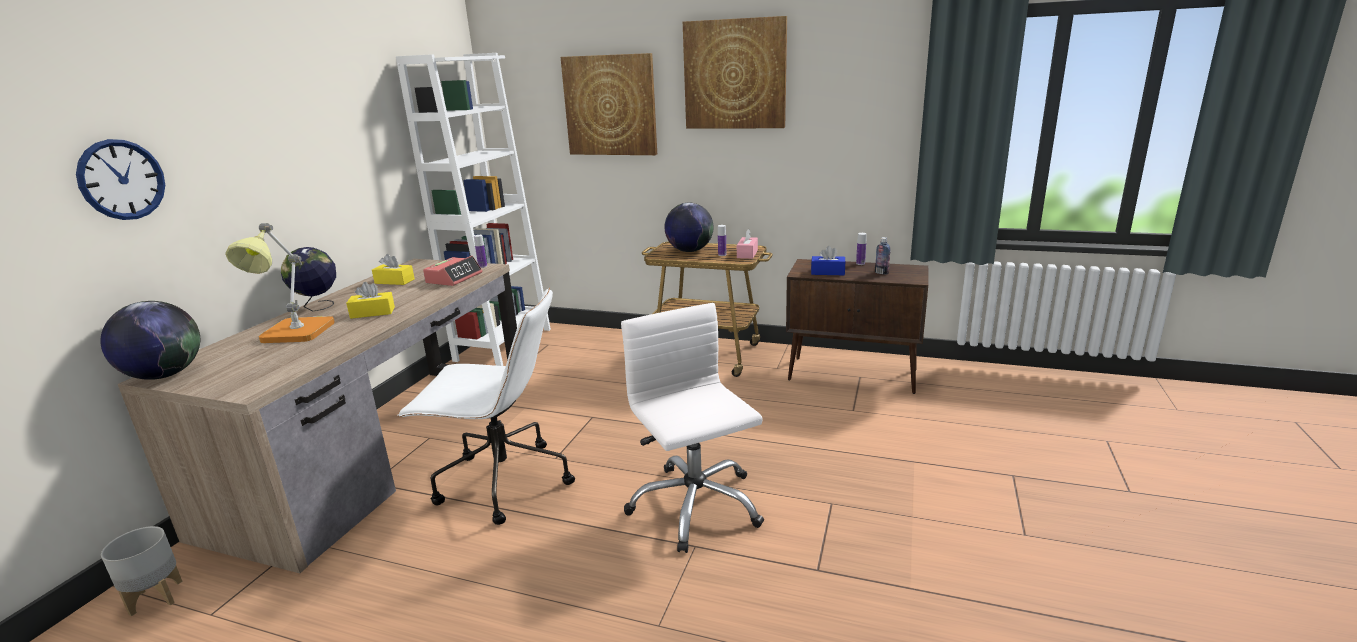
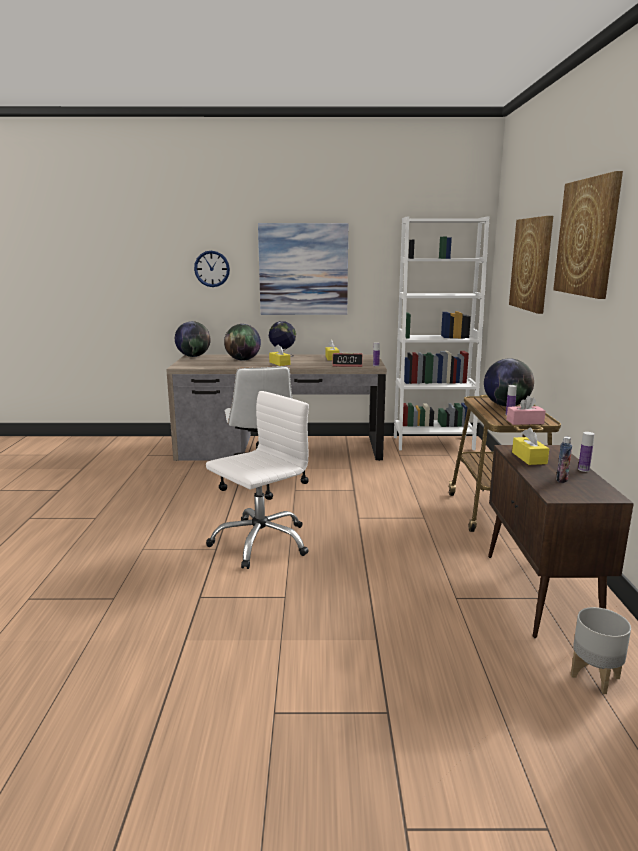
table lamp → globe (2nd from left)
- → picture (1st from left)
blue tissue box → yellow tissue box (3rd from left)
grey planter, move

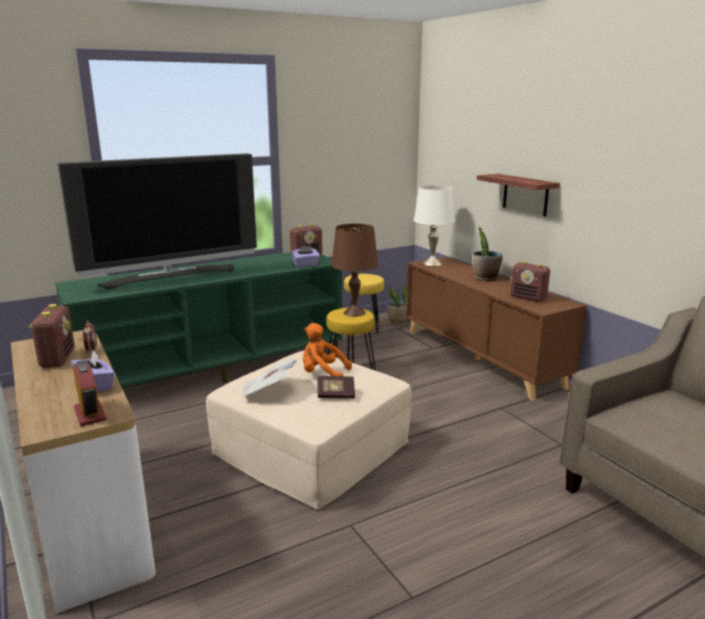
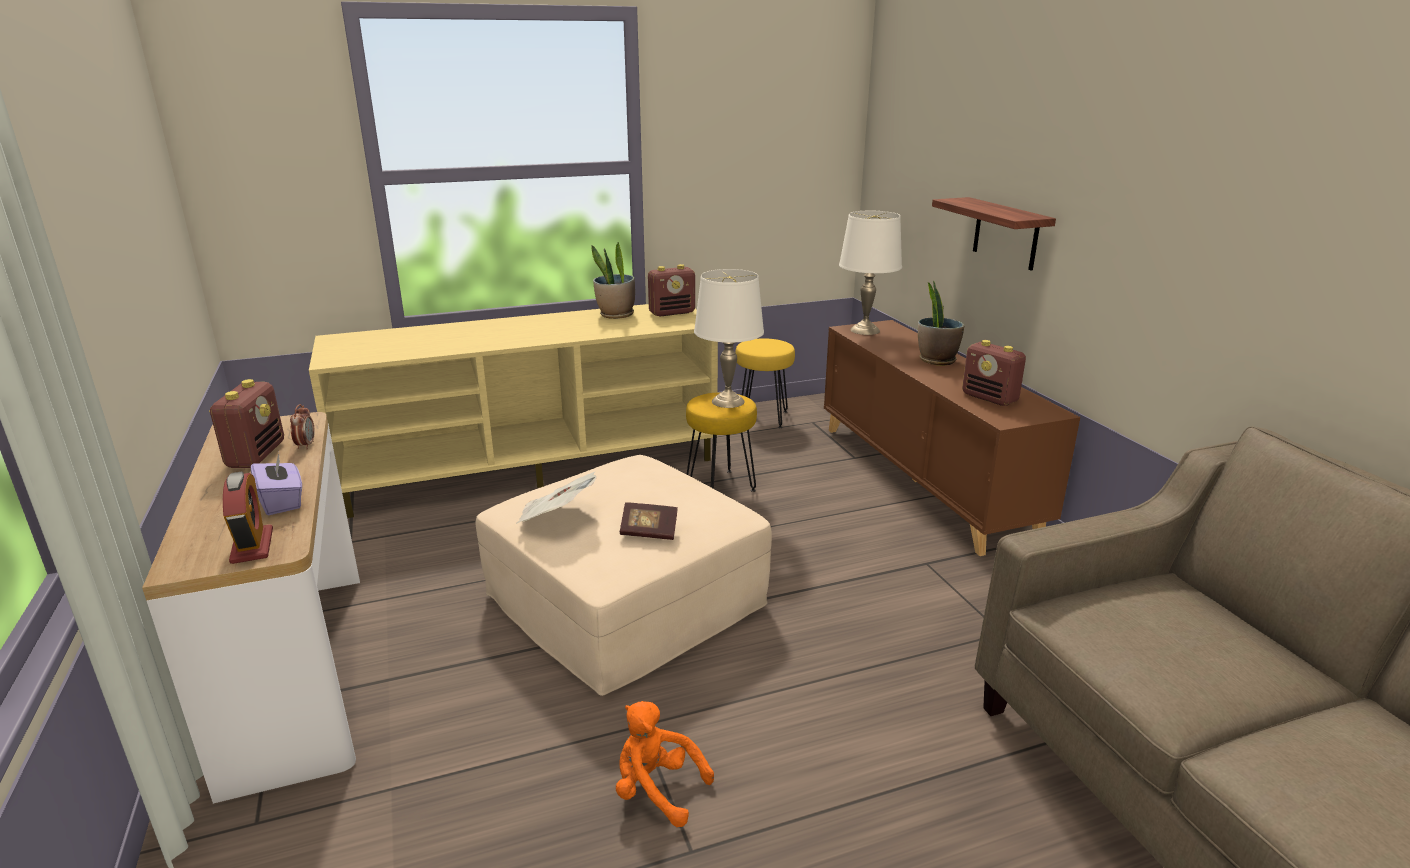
green tv stand → beige tv stand
potted plant (1st from left), move
orange plush toy, move
brown table lamp → white table lamp (1st from left)
television → -
purple tissue box (2nd from left) → -

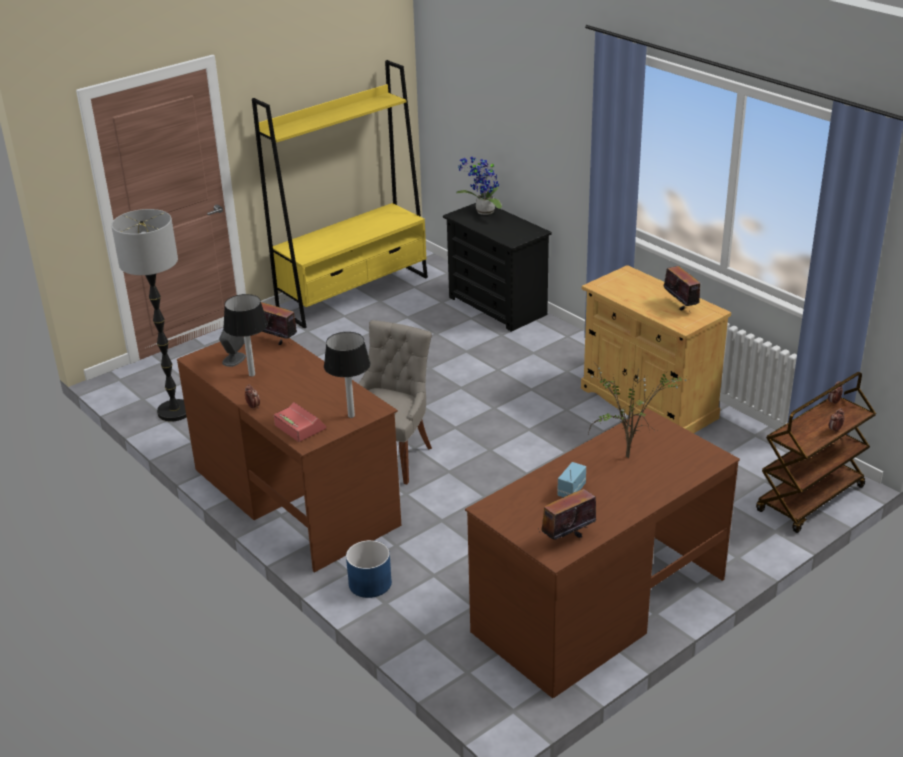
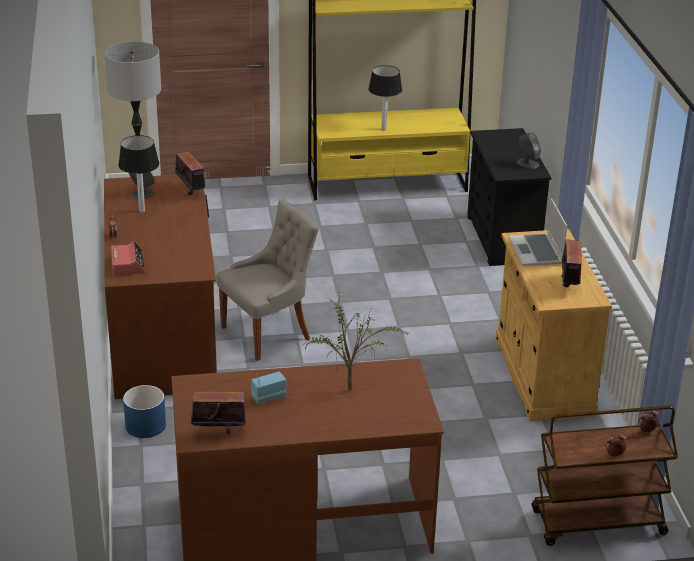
table lamp (2nd from left), move
- → laptop
- → grey speaker (2nd from left)
potted plant (1st from left) → -

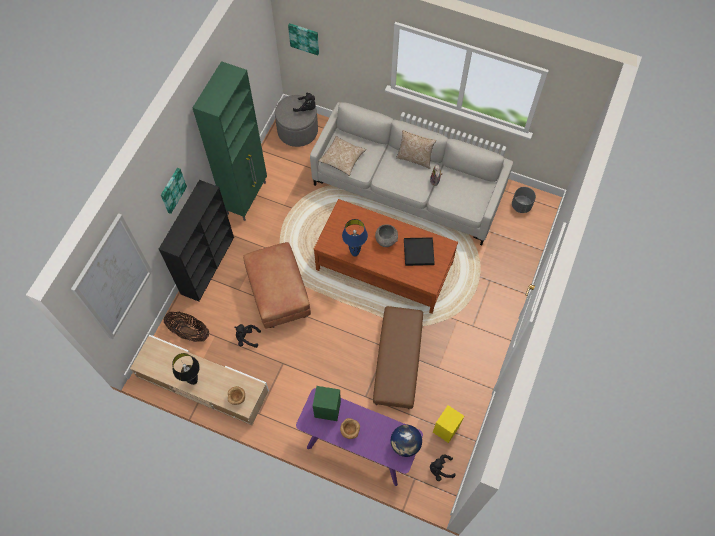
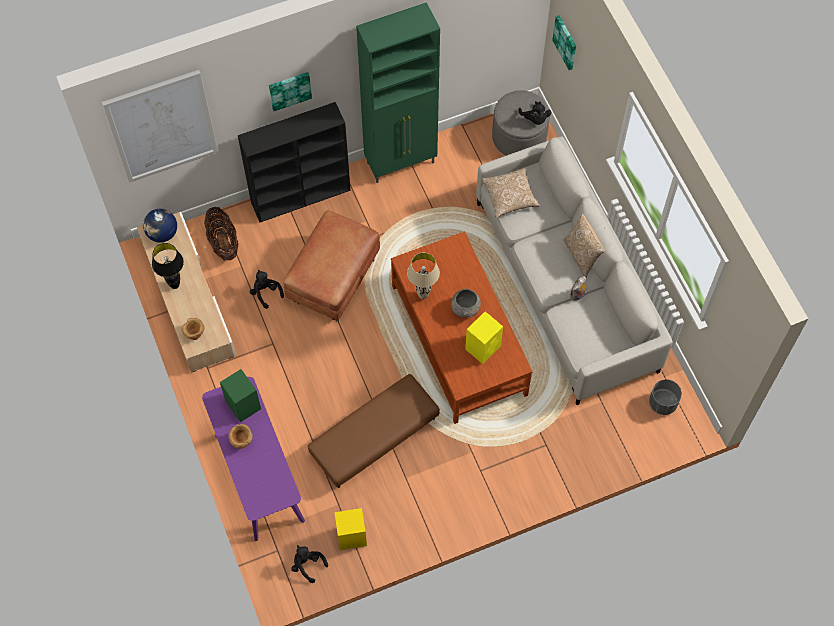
globe, move
blue table lamp → beige table lamp
black tray → yellow speaker (2nd from left)

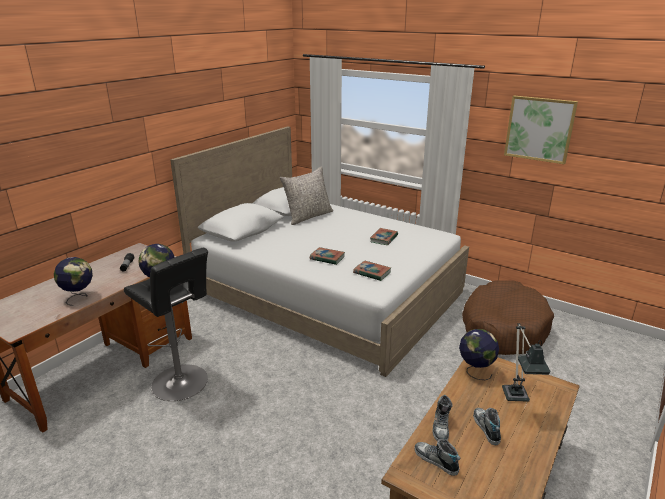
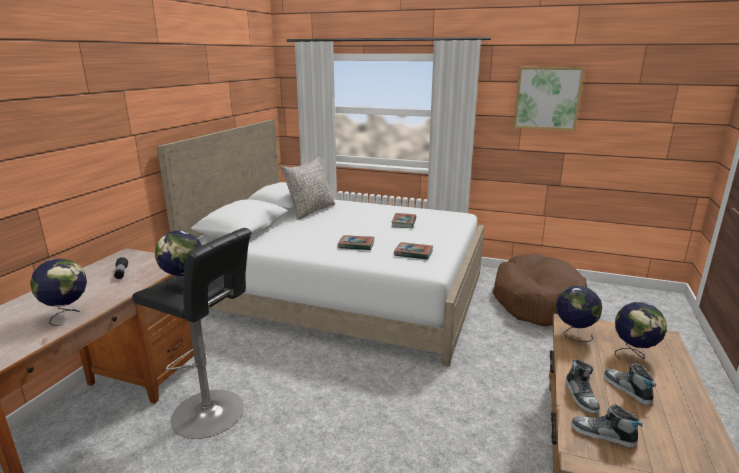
table lamp → globe (4th from left)

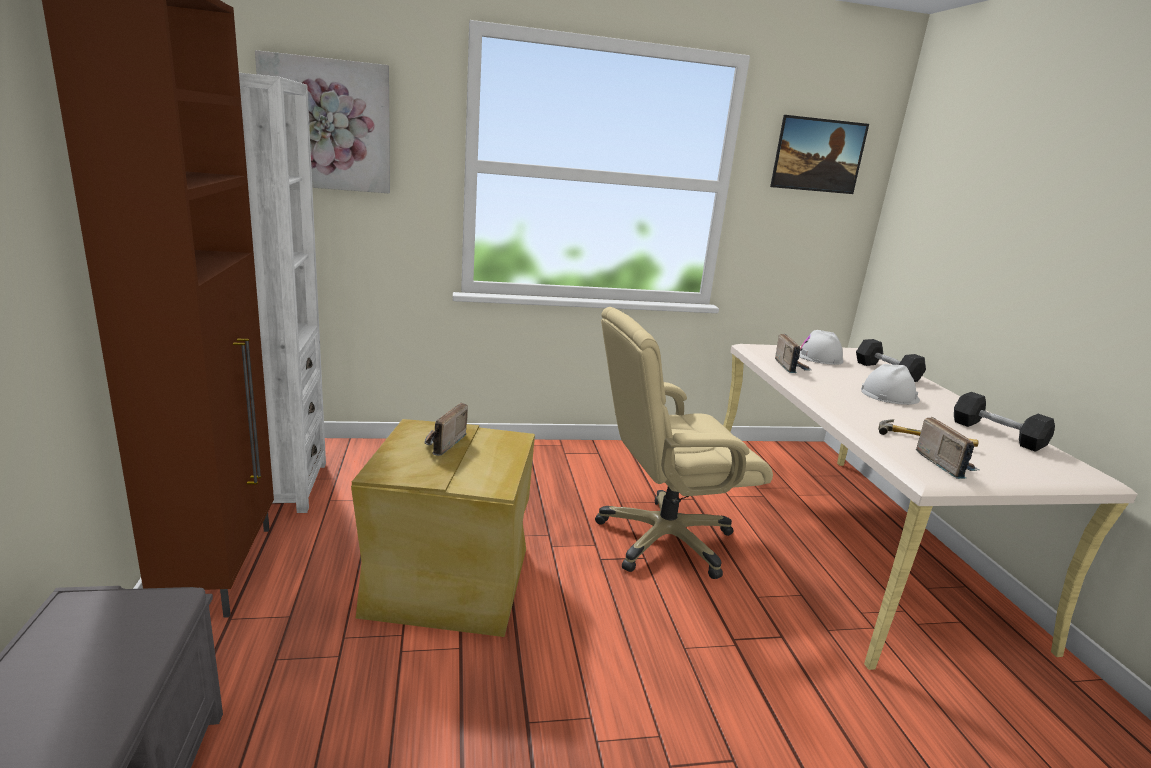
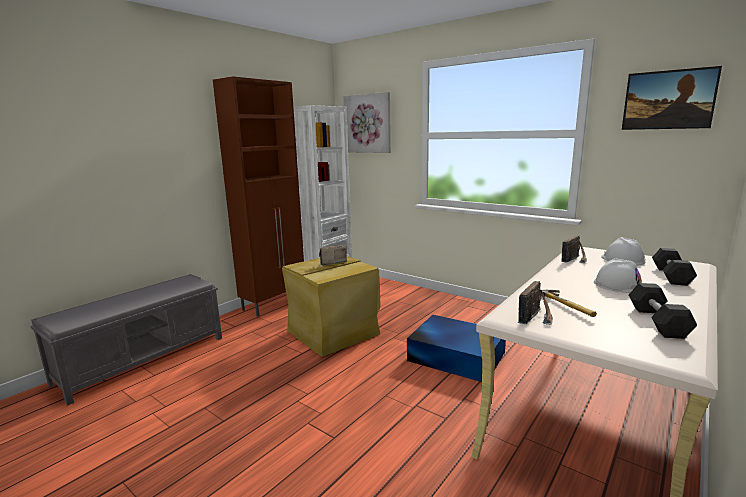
beige office chair → blue storage box

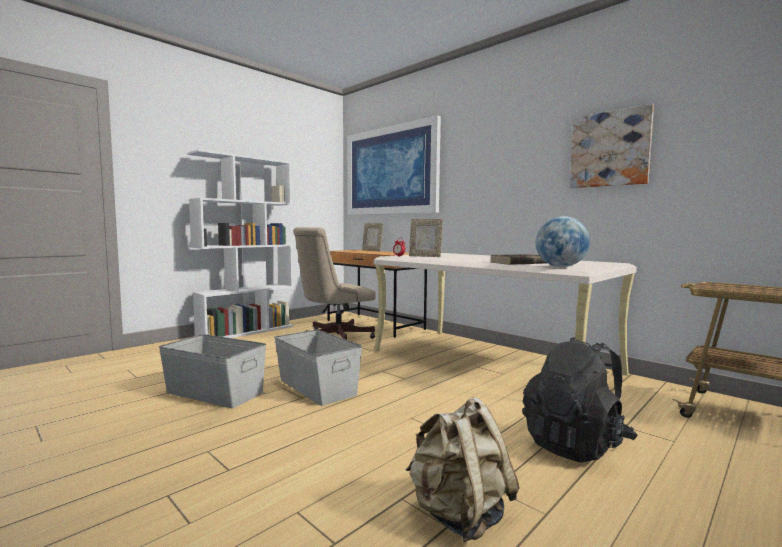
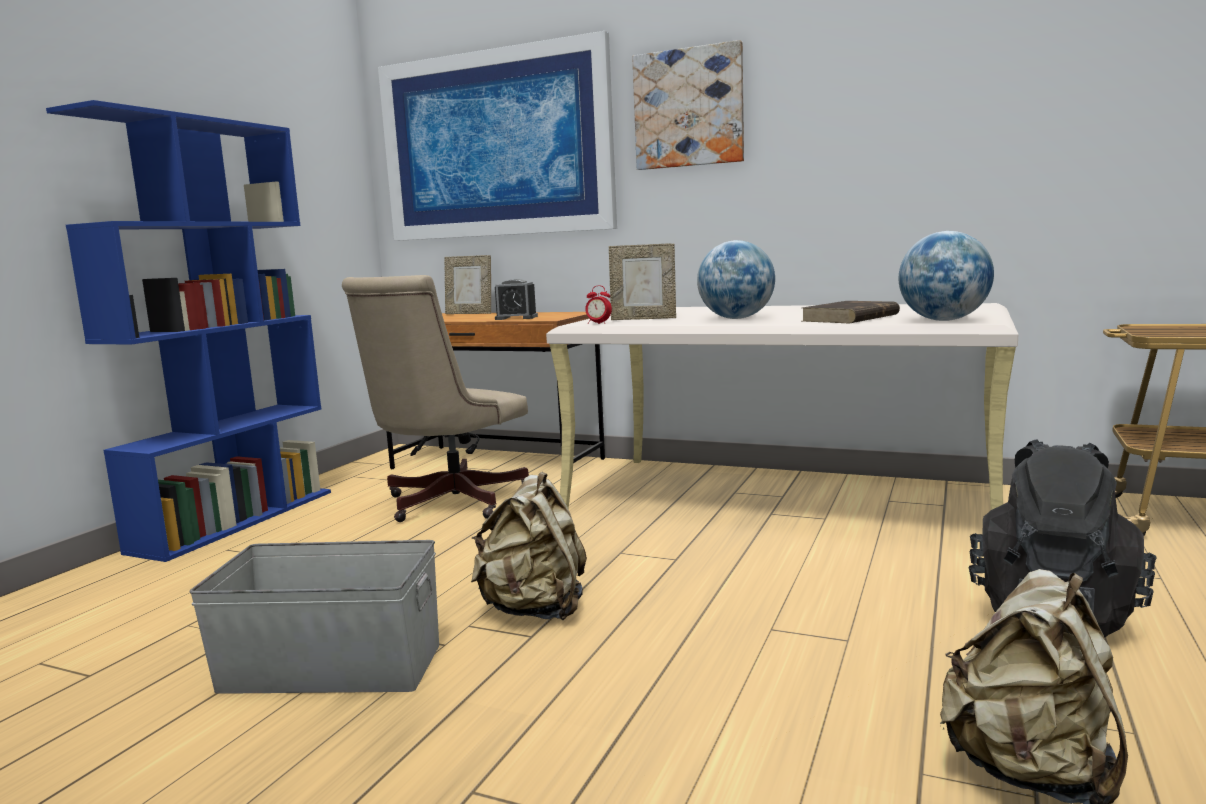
white bookcase → blue bookcase
grey storage box (2nd from left) → beige backpack (1st from left)
- → alarm clock (1st from left)
picture (2nd from left), move
- → globe (1st from left)

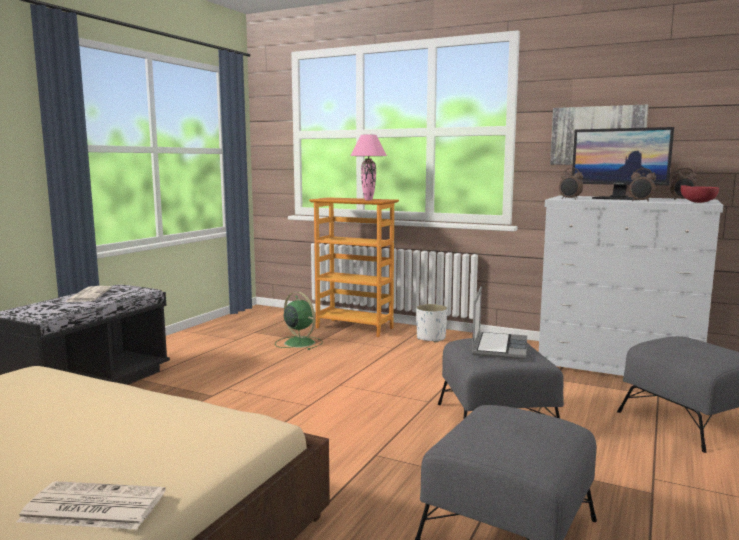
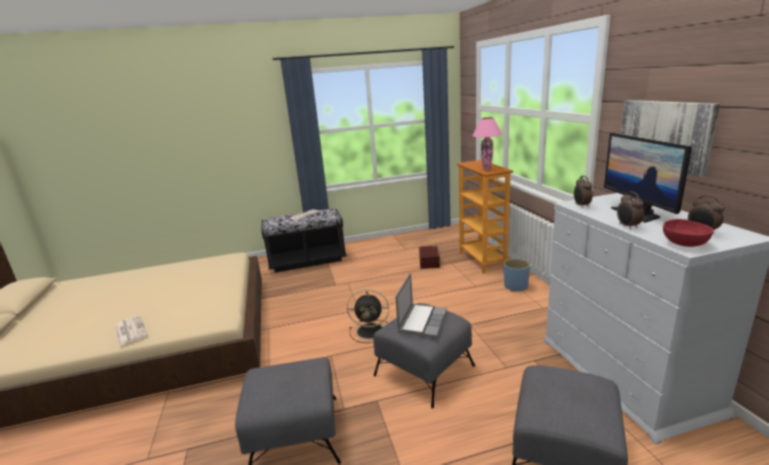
- → black fan
laptop, 45 degrees counterclockwise
green fan → brown storage box
white planter → blue planter

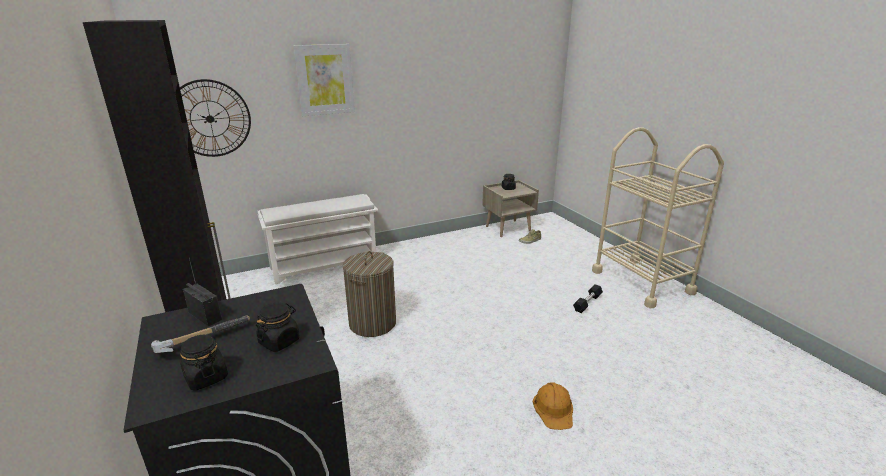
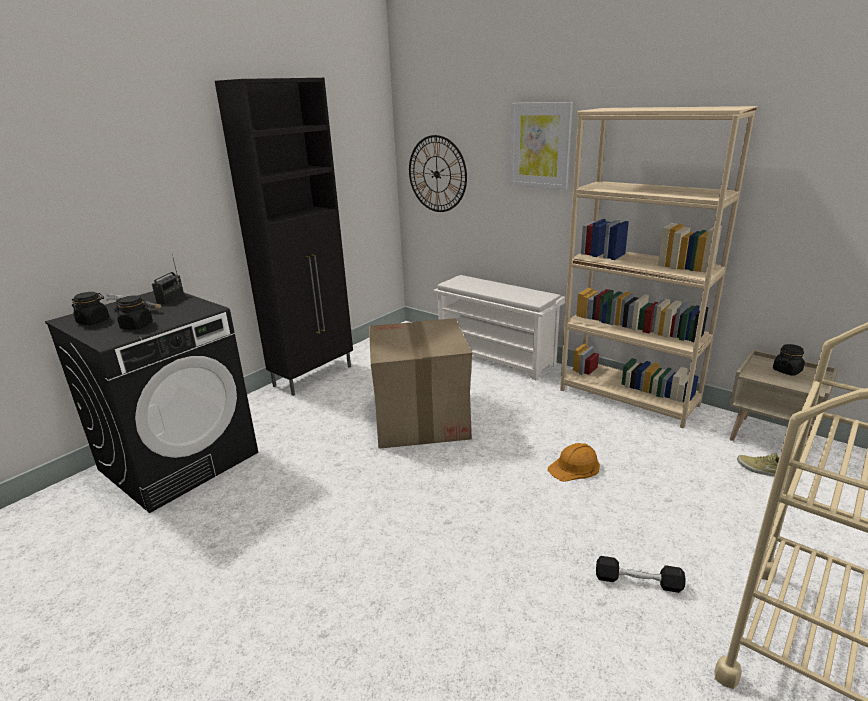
laundry basket → cardboard box
orange hard hat, move
- → beige bookcase

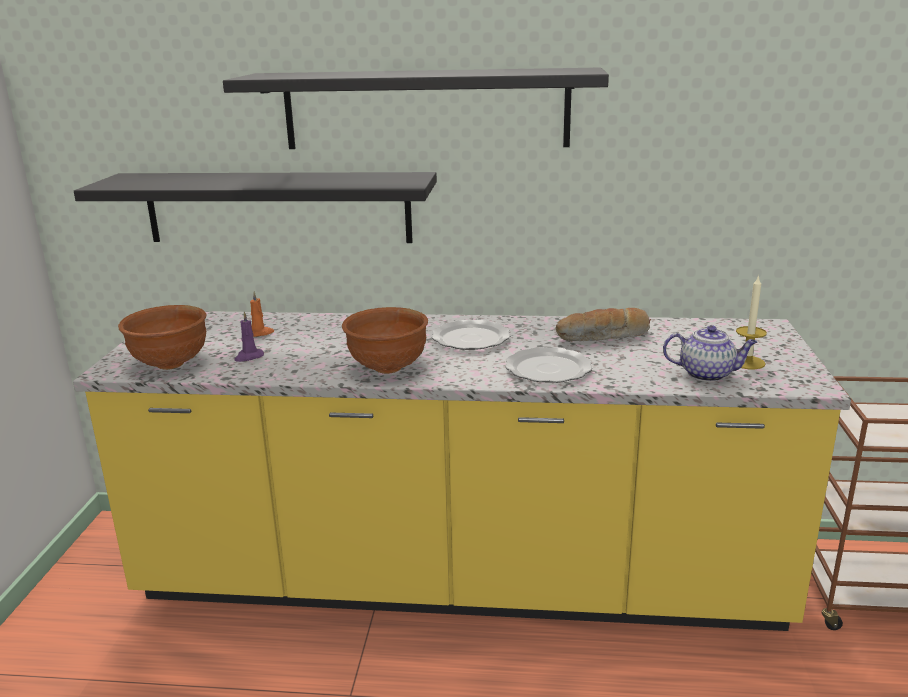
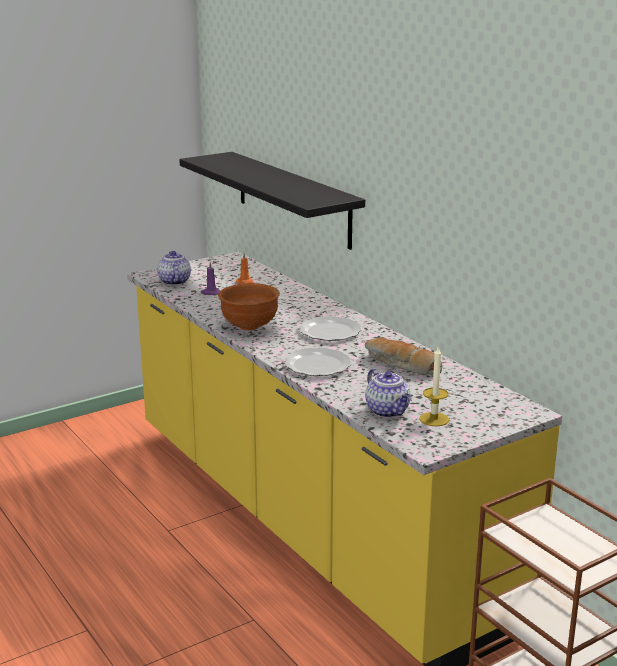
brown bowl (1st from left) → teapot (1st from left)
black shelf (2nd from left) → -

